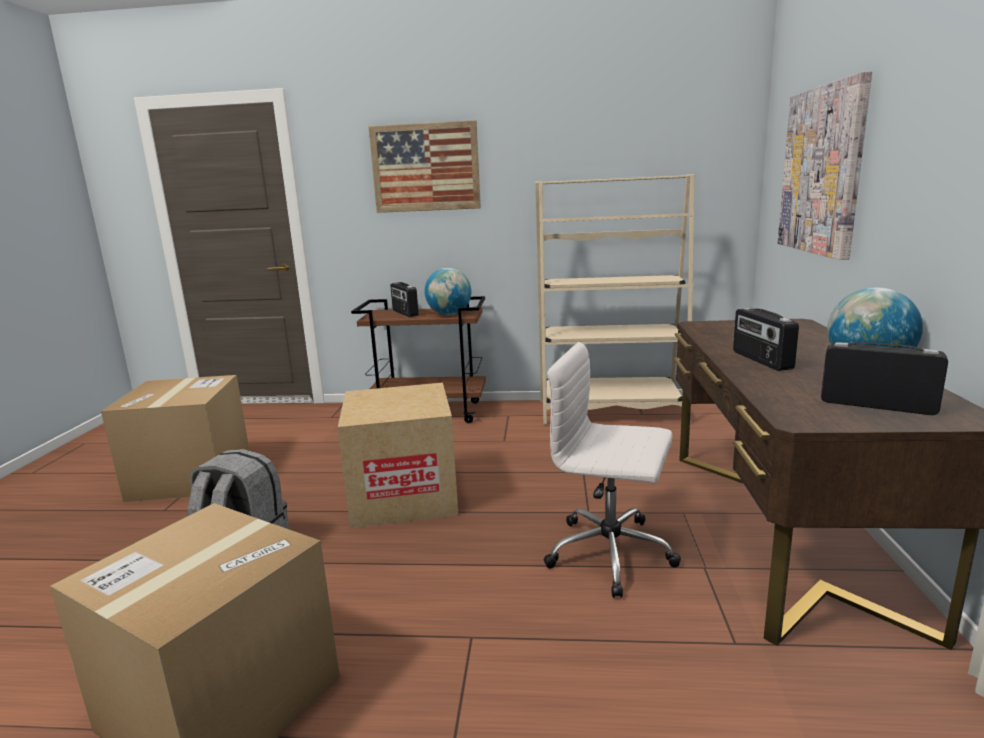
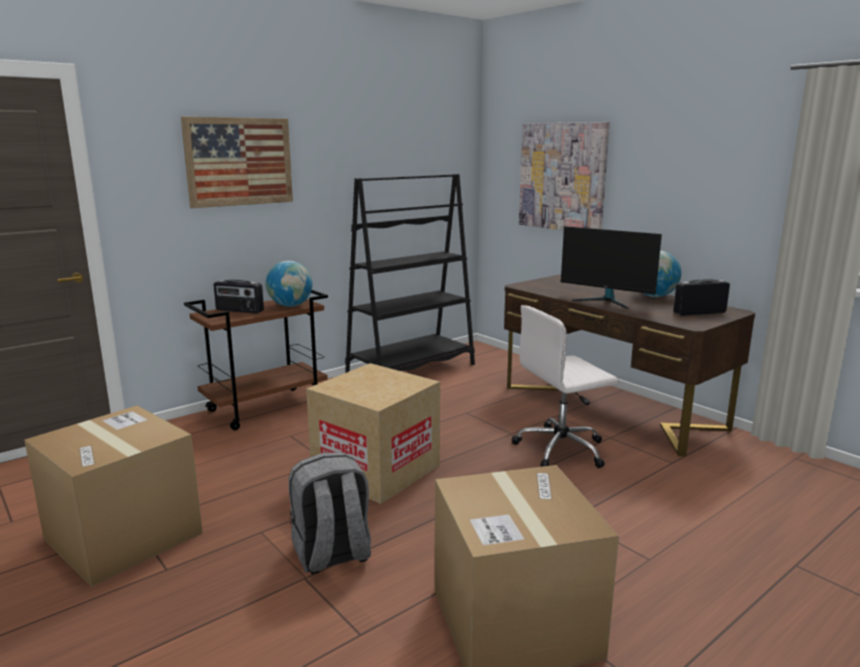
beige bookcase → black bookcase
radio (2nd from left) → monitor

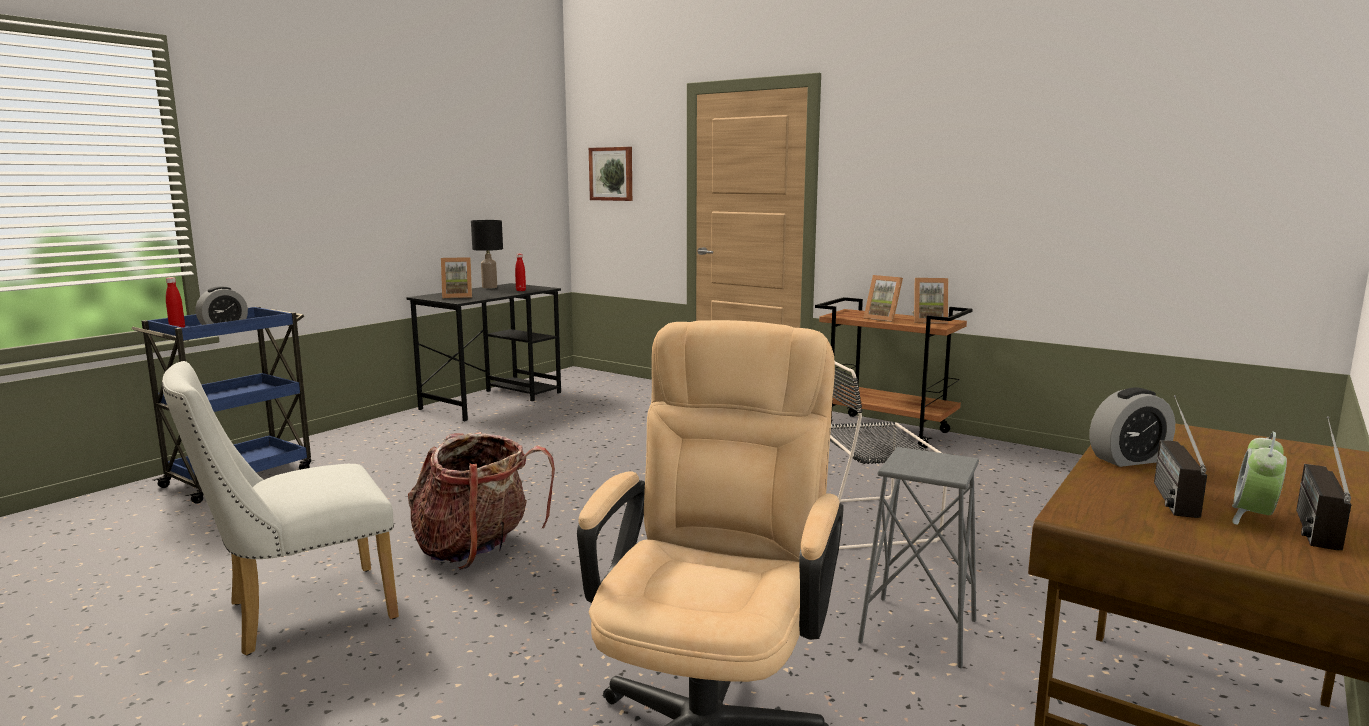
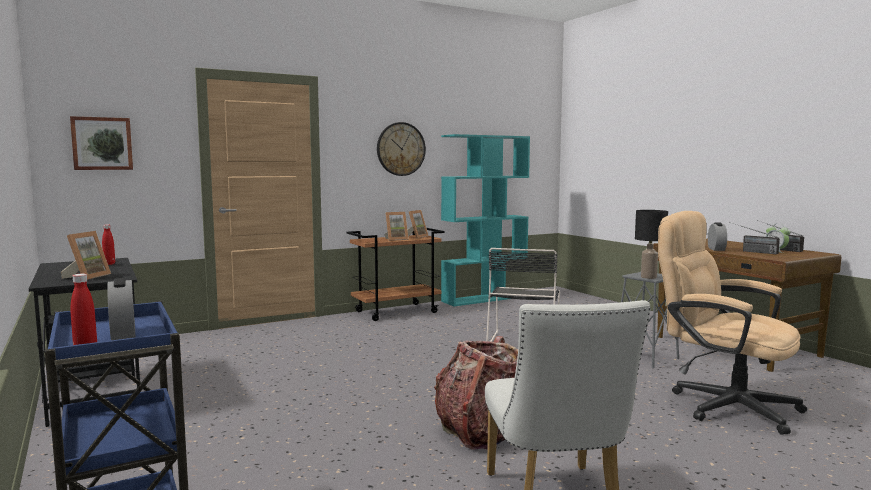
- → wall clock
- → turquoise bookcase
black table lamp, move

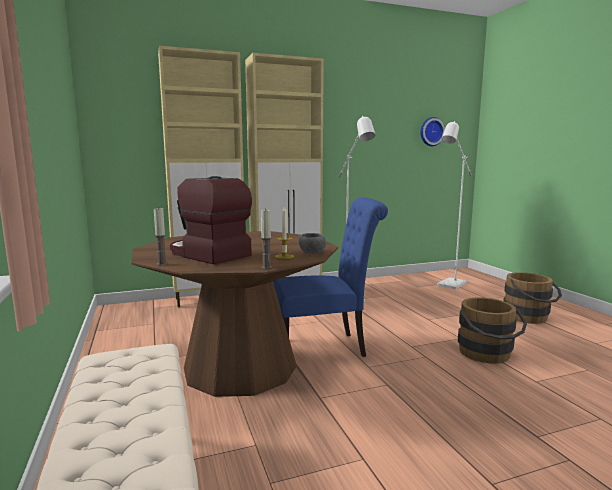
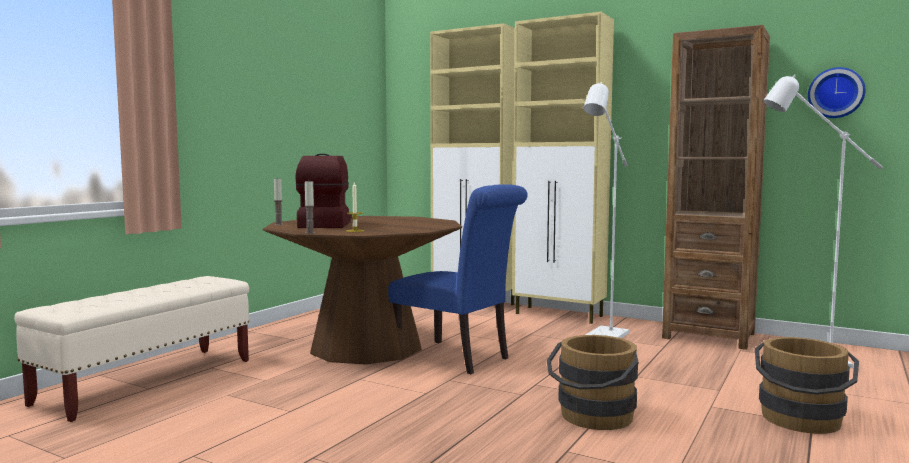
- → brown bookcase
grey bowl → -

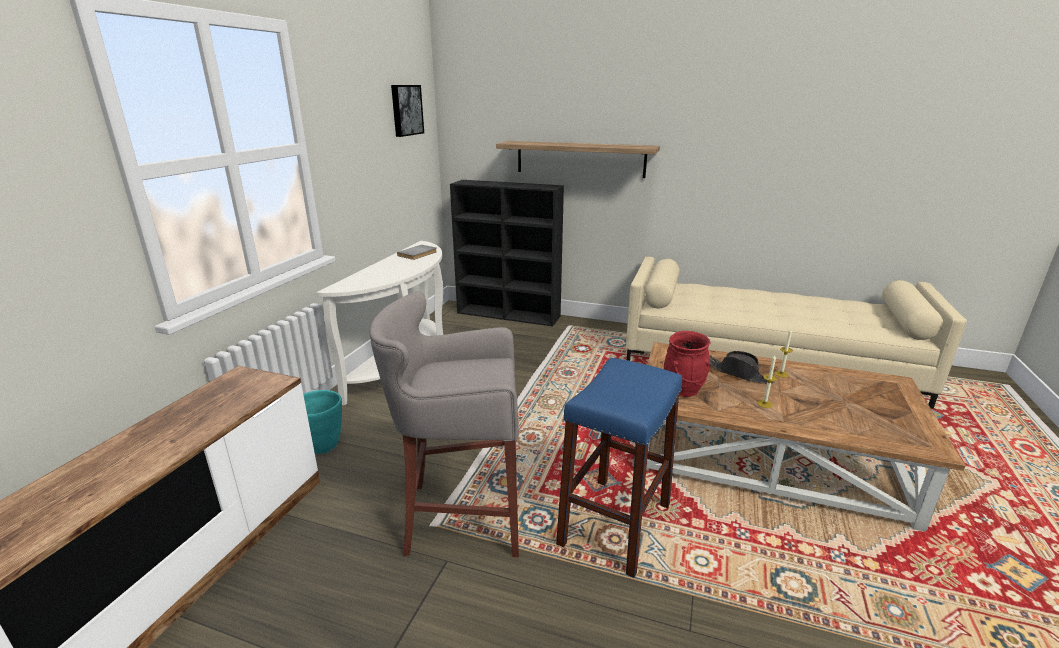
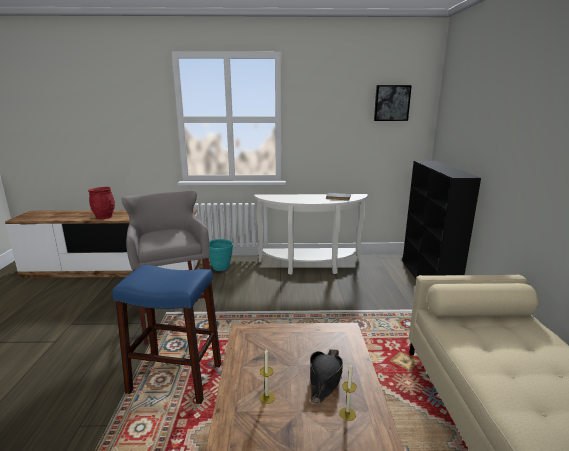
red vase, move
shelf → -

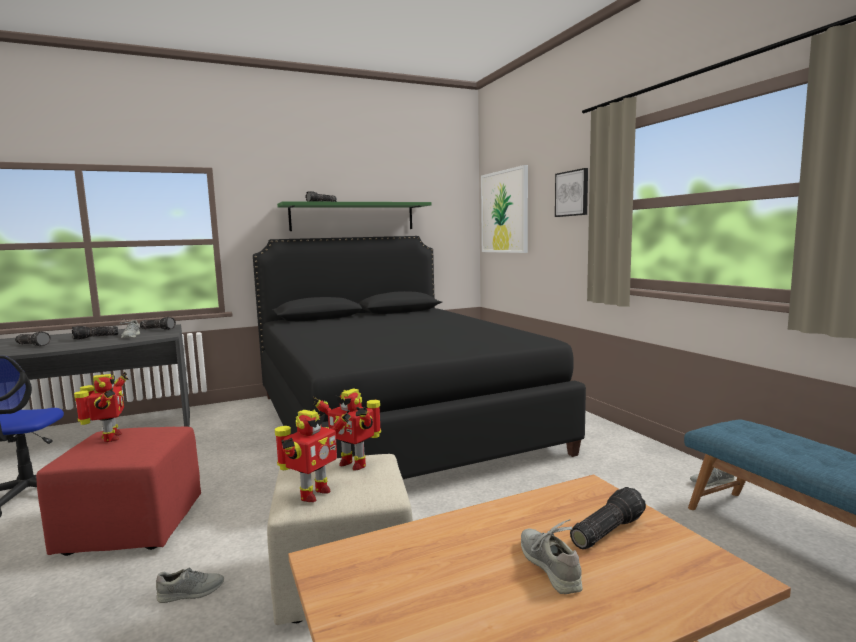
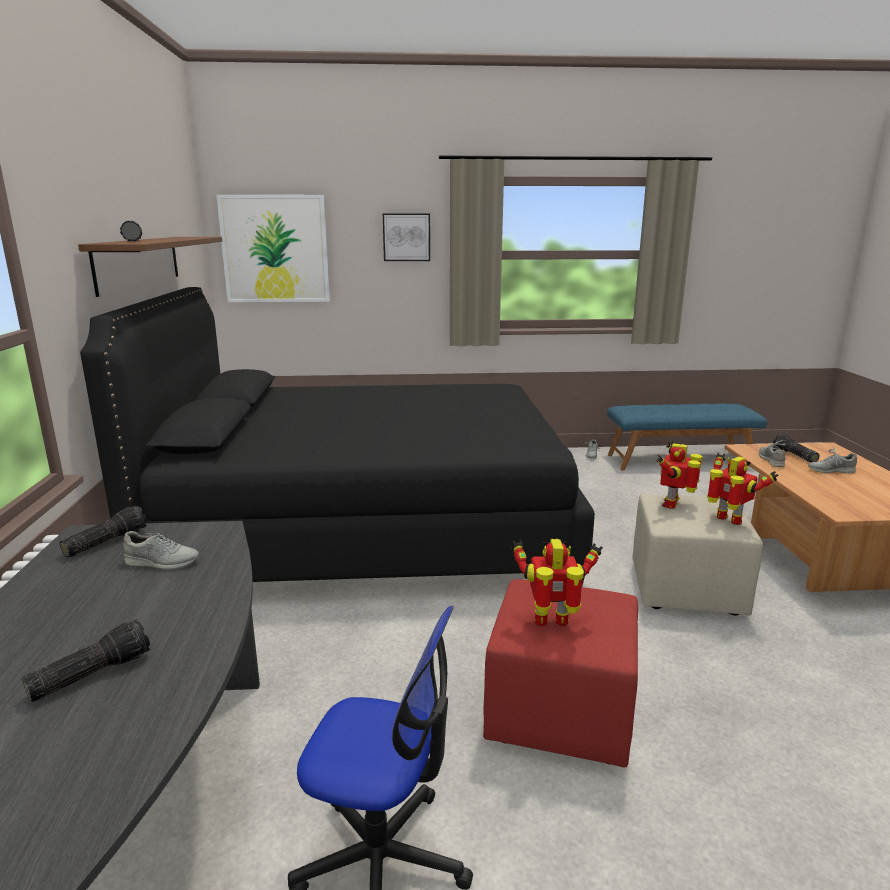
green shelf → brown shelf
toy robot (3rd from left in the first image) → toy robot (2nd from left), 150 degrees clockwise
grey shoe (2nd from left in the first image) → grey shoe (3rd from left), move
flashlight (2nd from left) → -

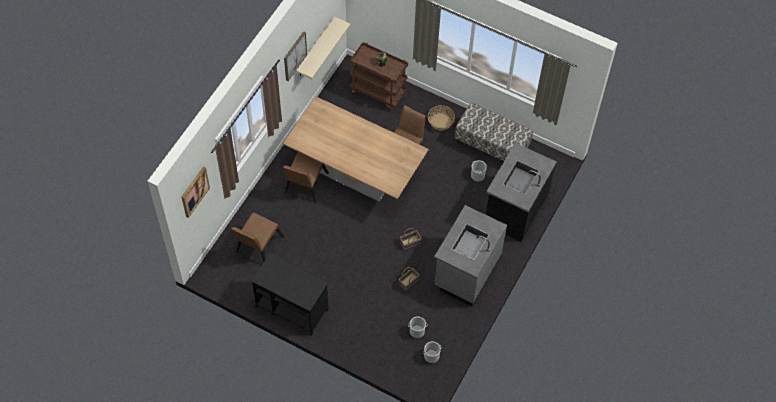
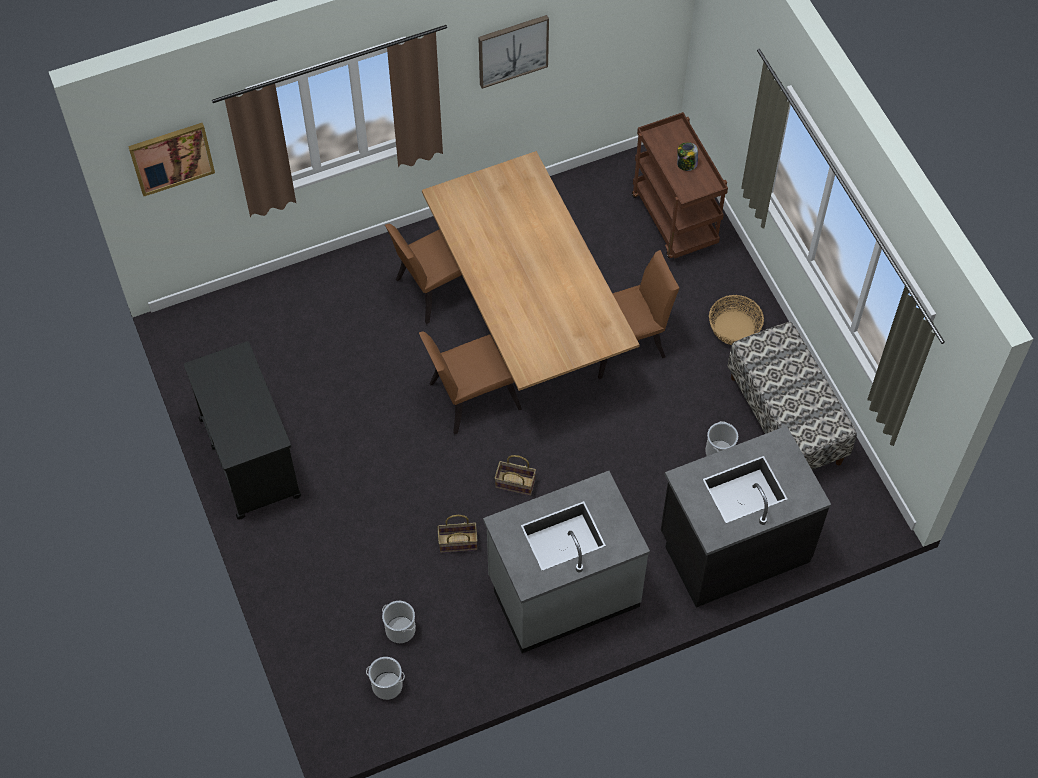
brown chair (1st from left in the first image) → brown chair (2nd from left), move
beige shelf → -

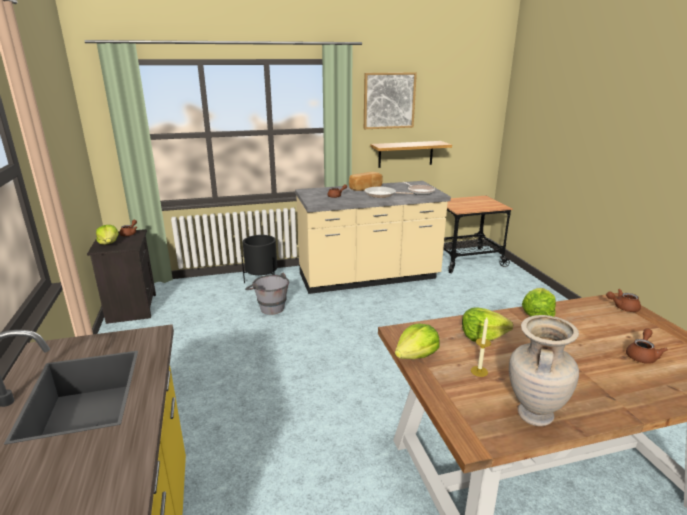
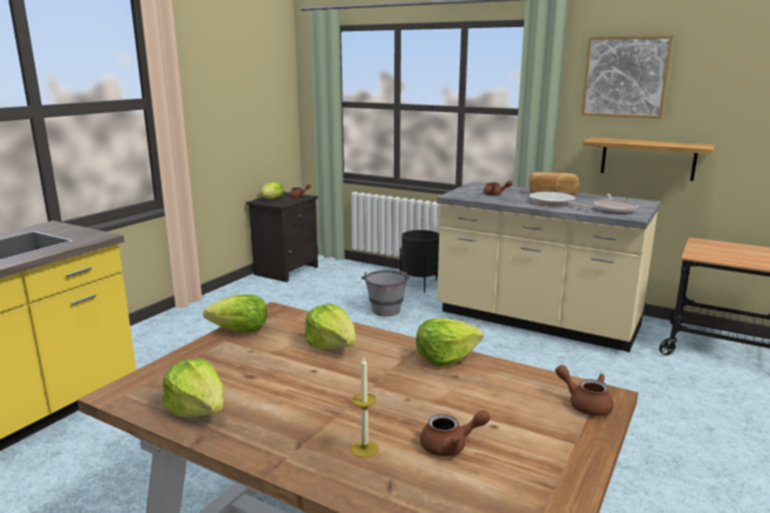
beige vase → lettuce (1st from left)
candle, move

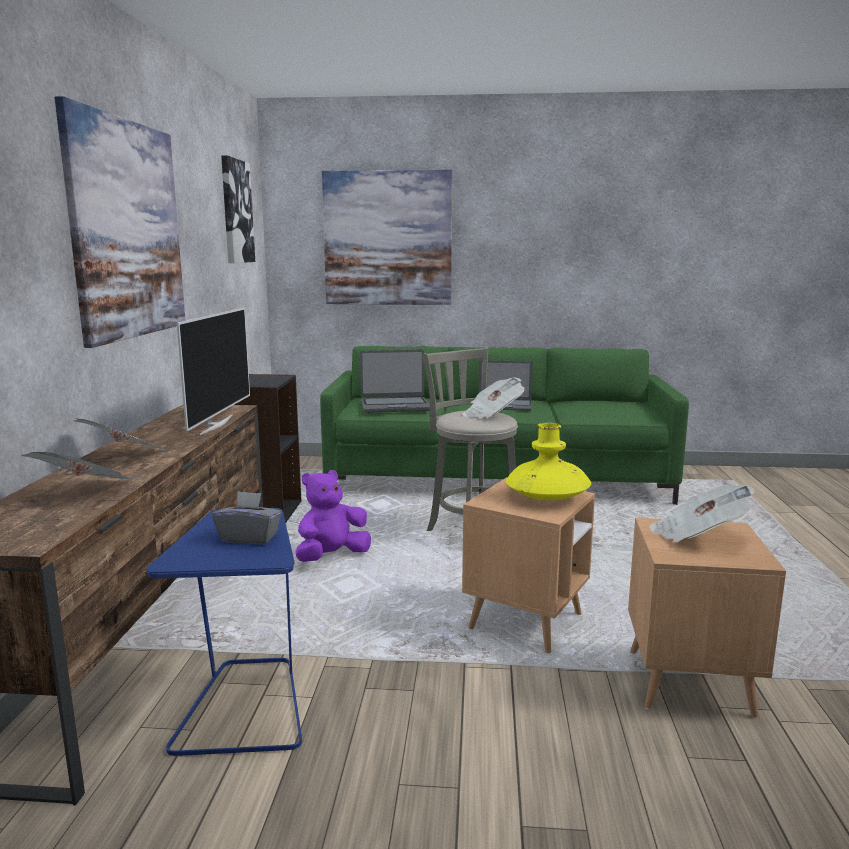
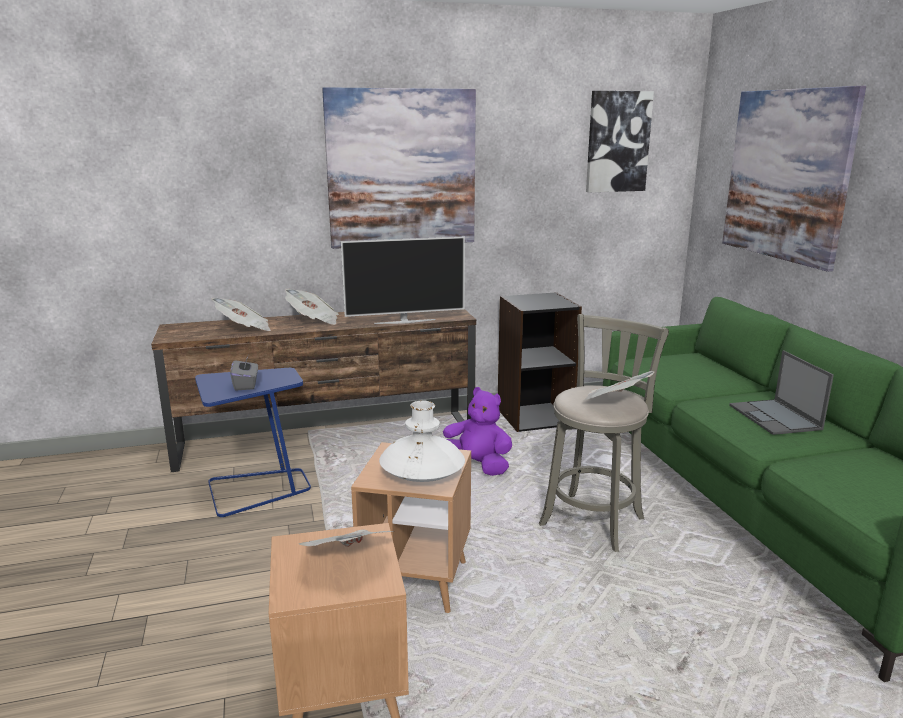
yellow vase → white vase
laptop (1st from left) → -

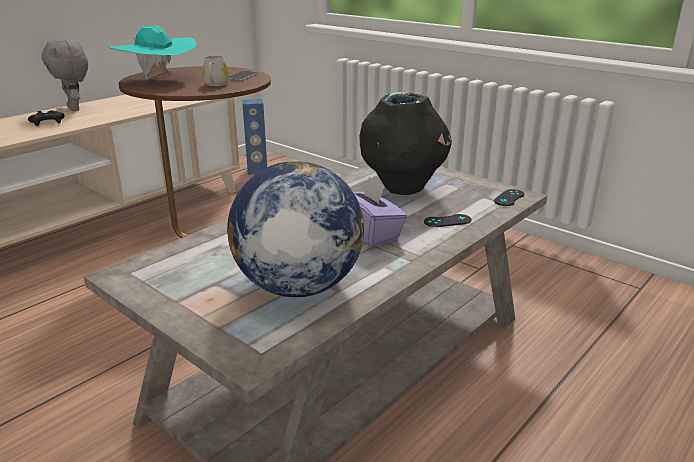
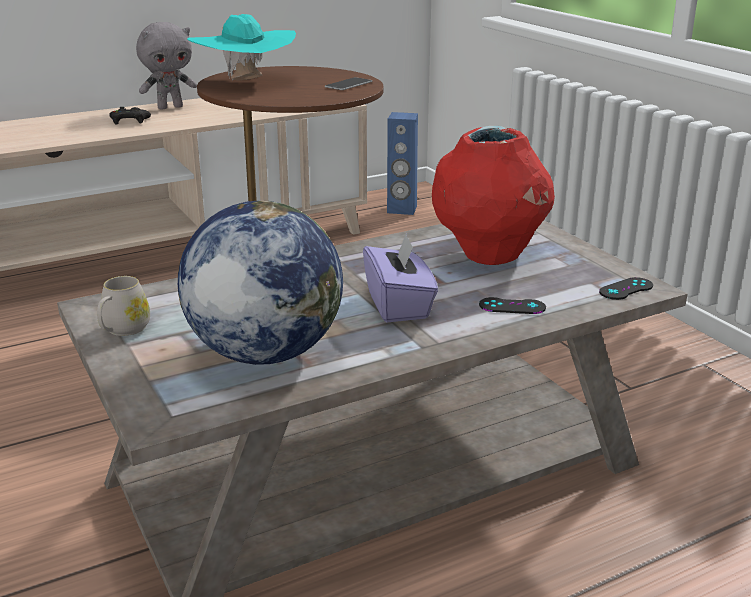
white mug, move
grey plush toy, 105 degrees counterclockwise
black vase → red vase

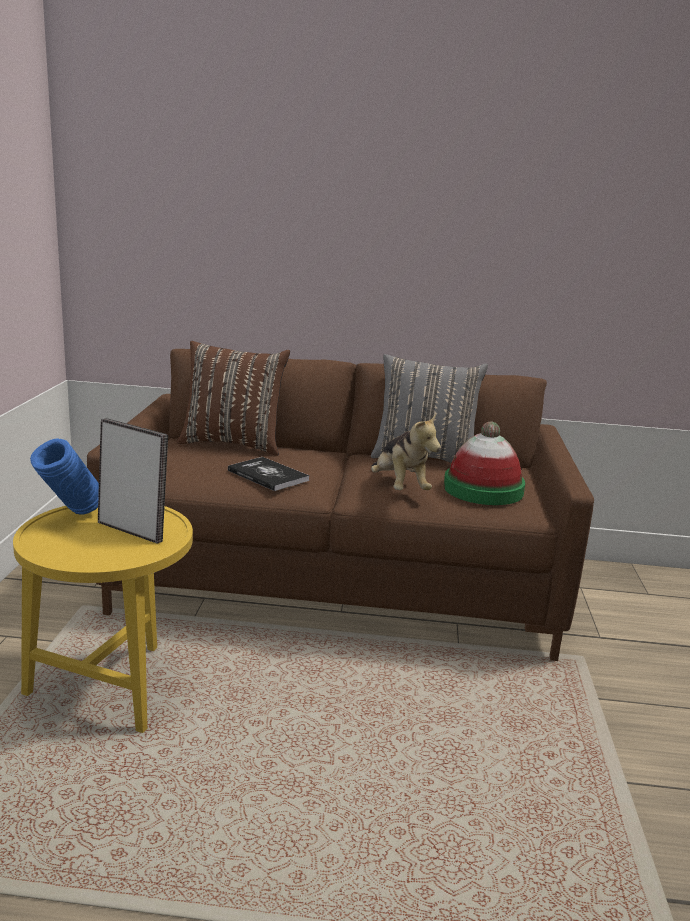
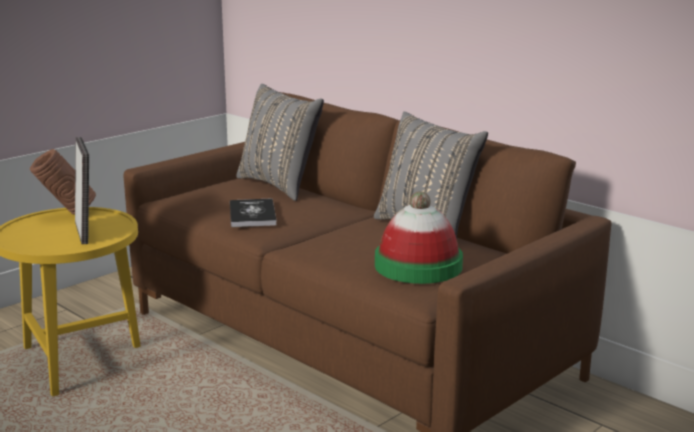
blue vase → brown vase
brown pillow → grey pillow (1st from left)
plush toy → -

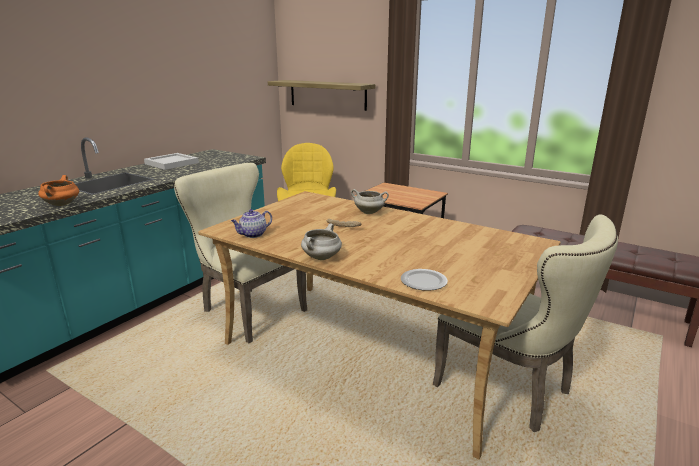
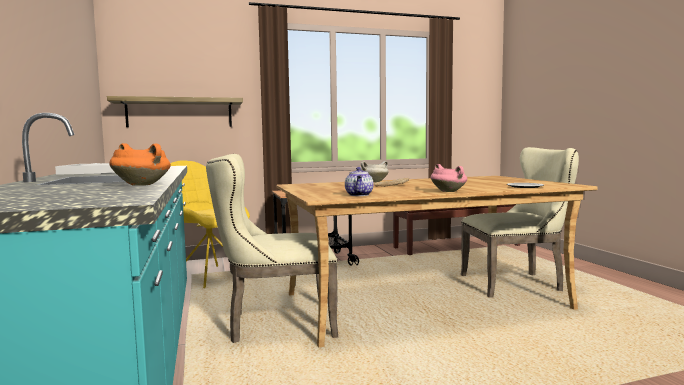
white cooking pot (1st from left) → pink cooking pot

